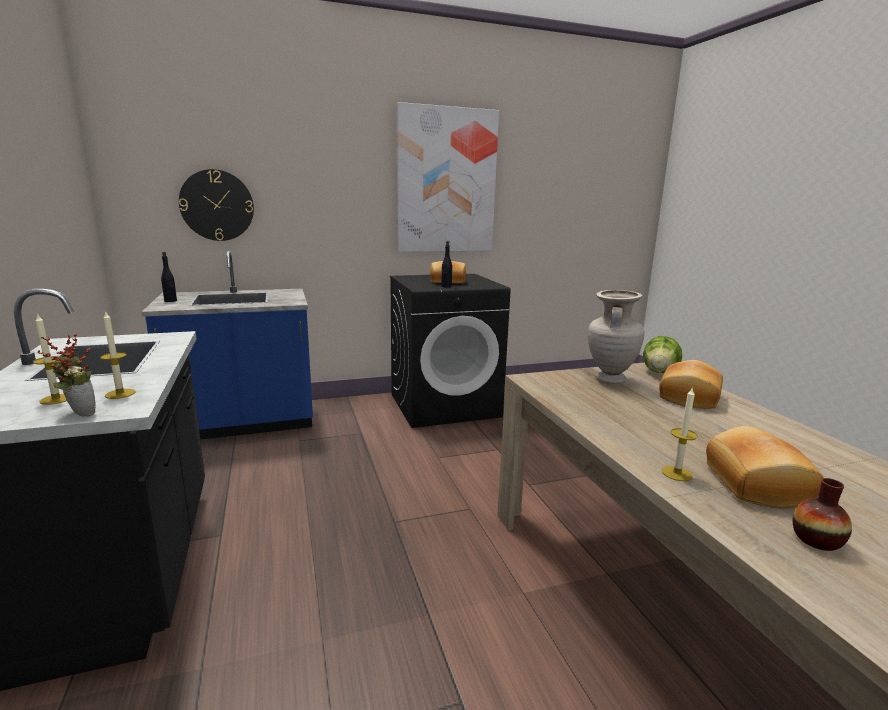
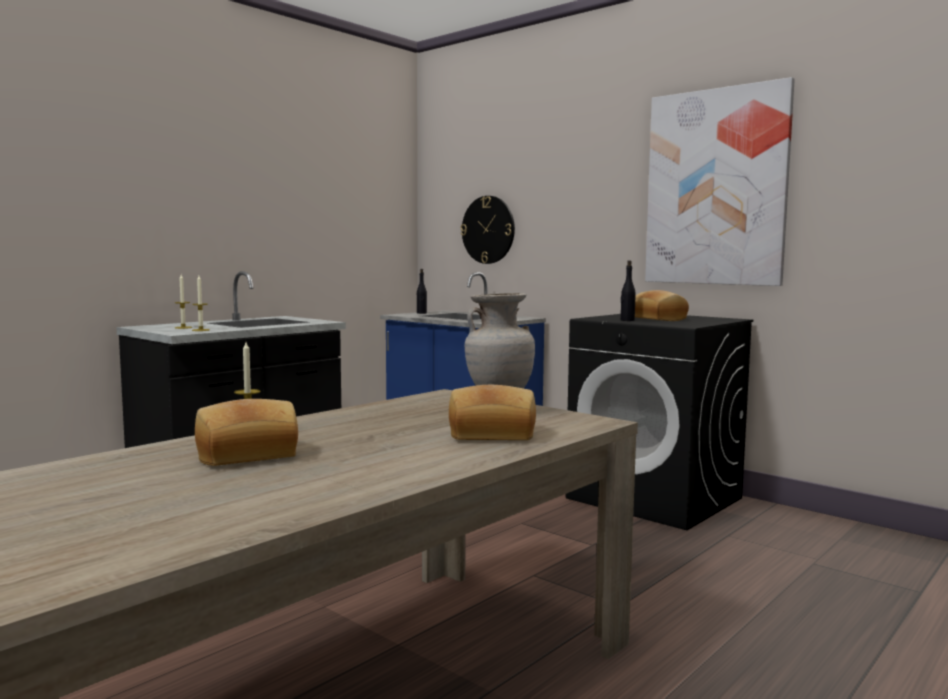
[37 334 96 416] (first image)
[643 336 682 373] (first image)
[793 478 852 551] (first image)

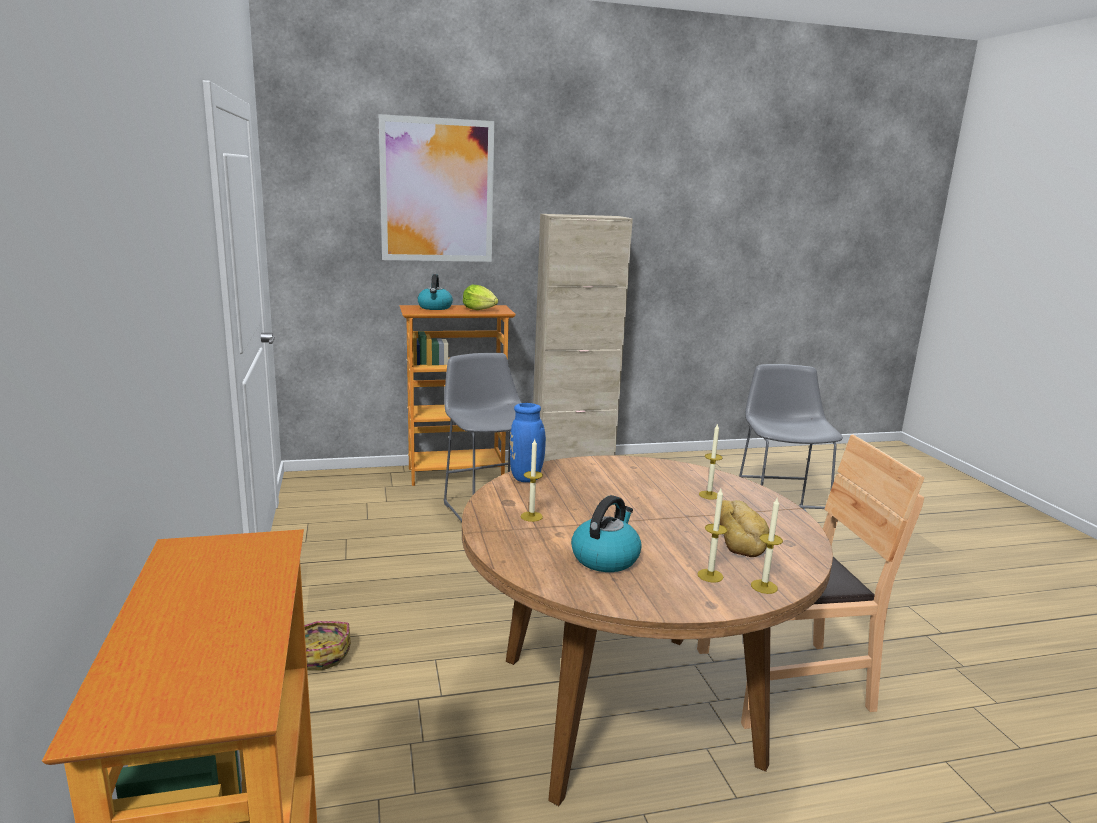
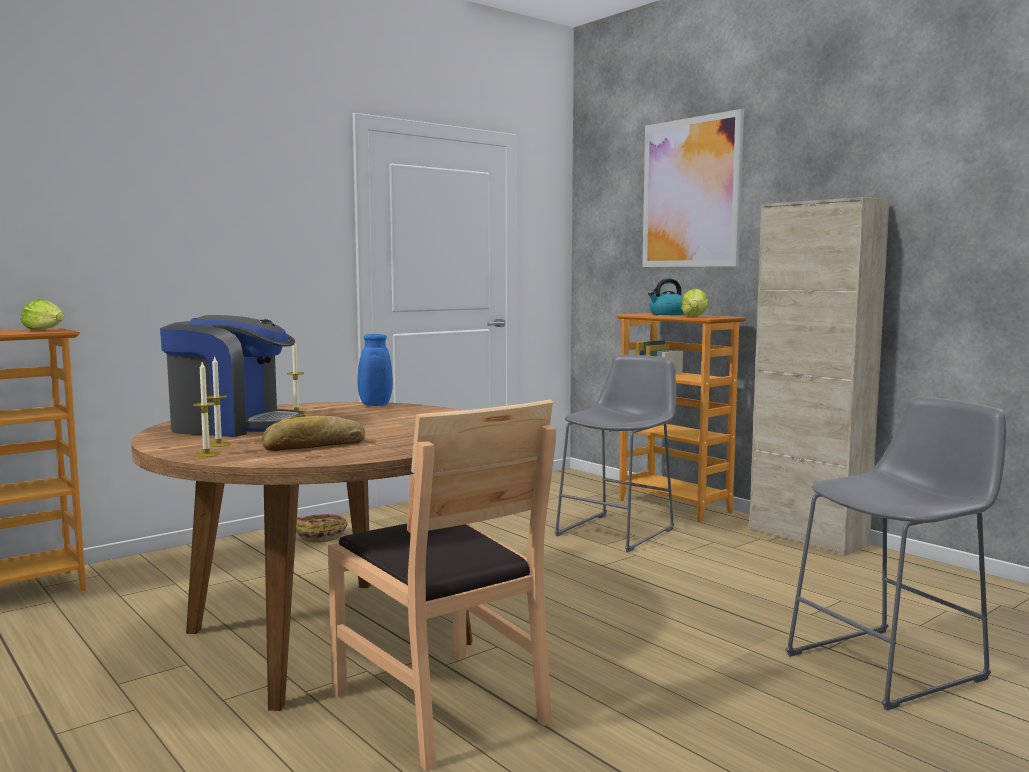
[699 423 723 500] (first image)
[20 299 64 330]
[160 315 303 437]

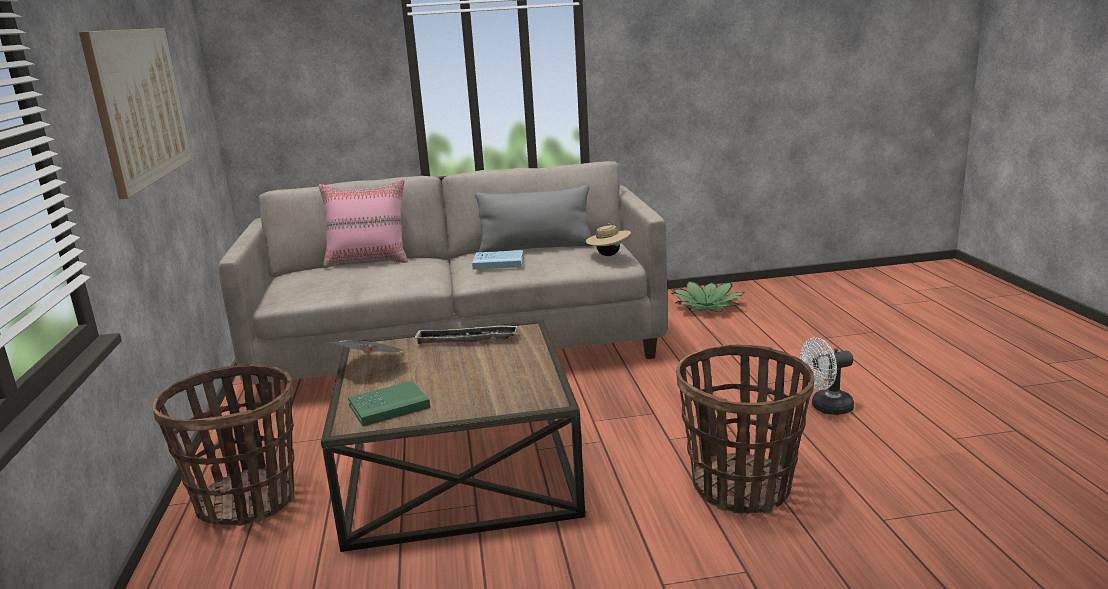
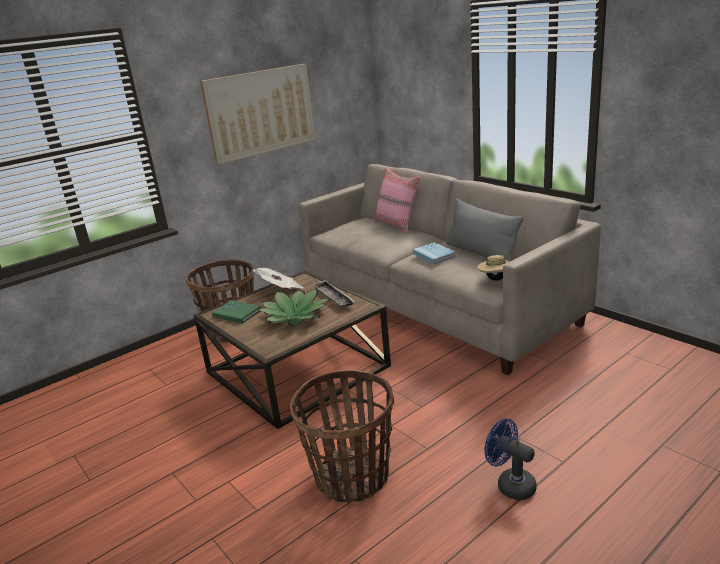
[257 288 330 327]
[484 419 537 500]

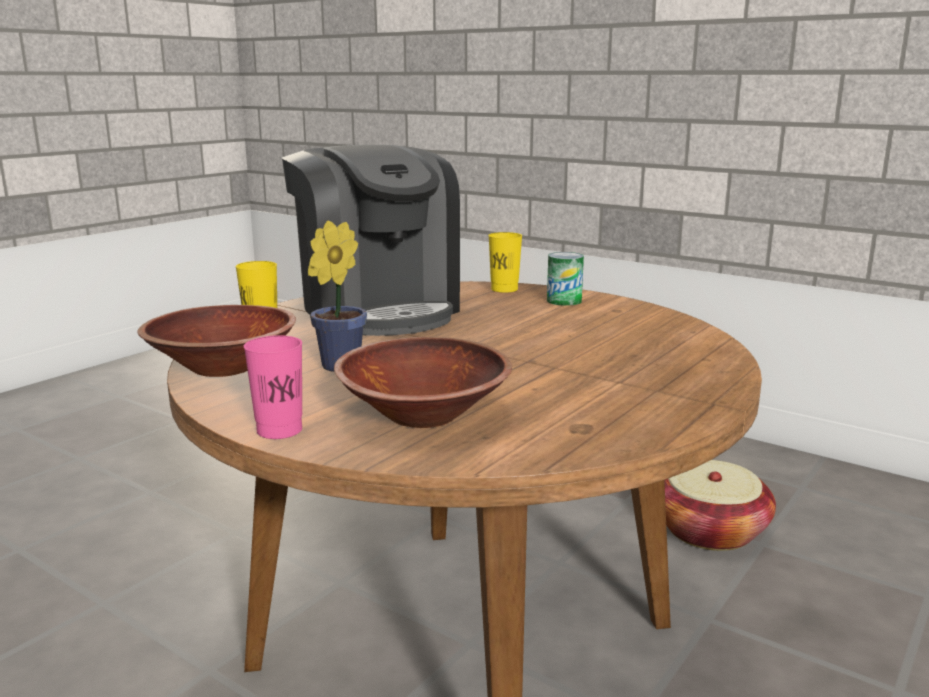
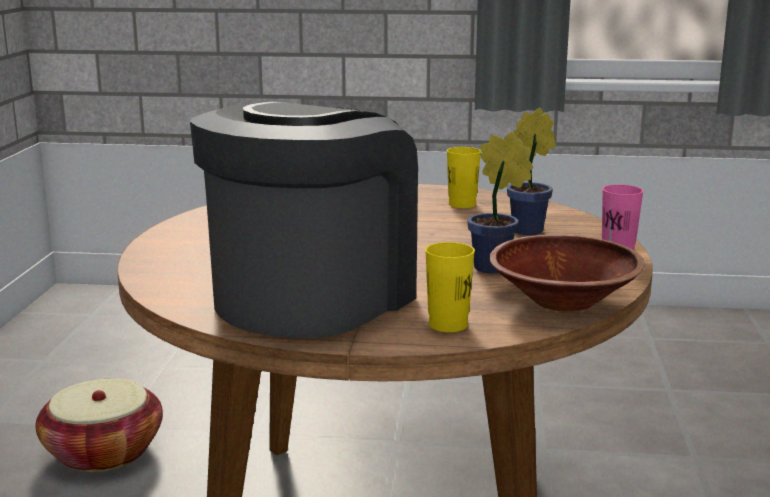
[547 252 584 306] (first image)
[447 147 481 208]
[507 108 556 235]

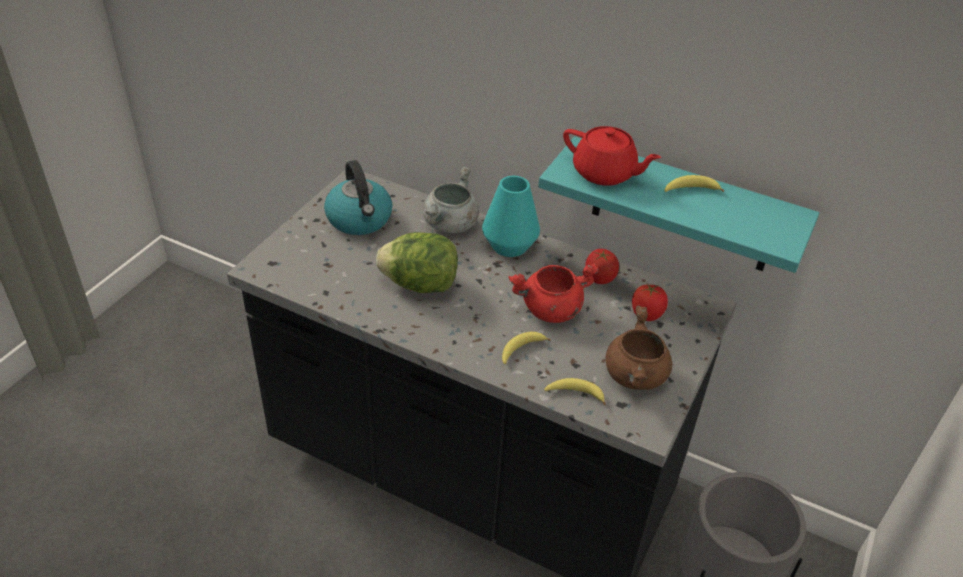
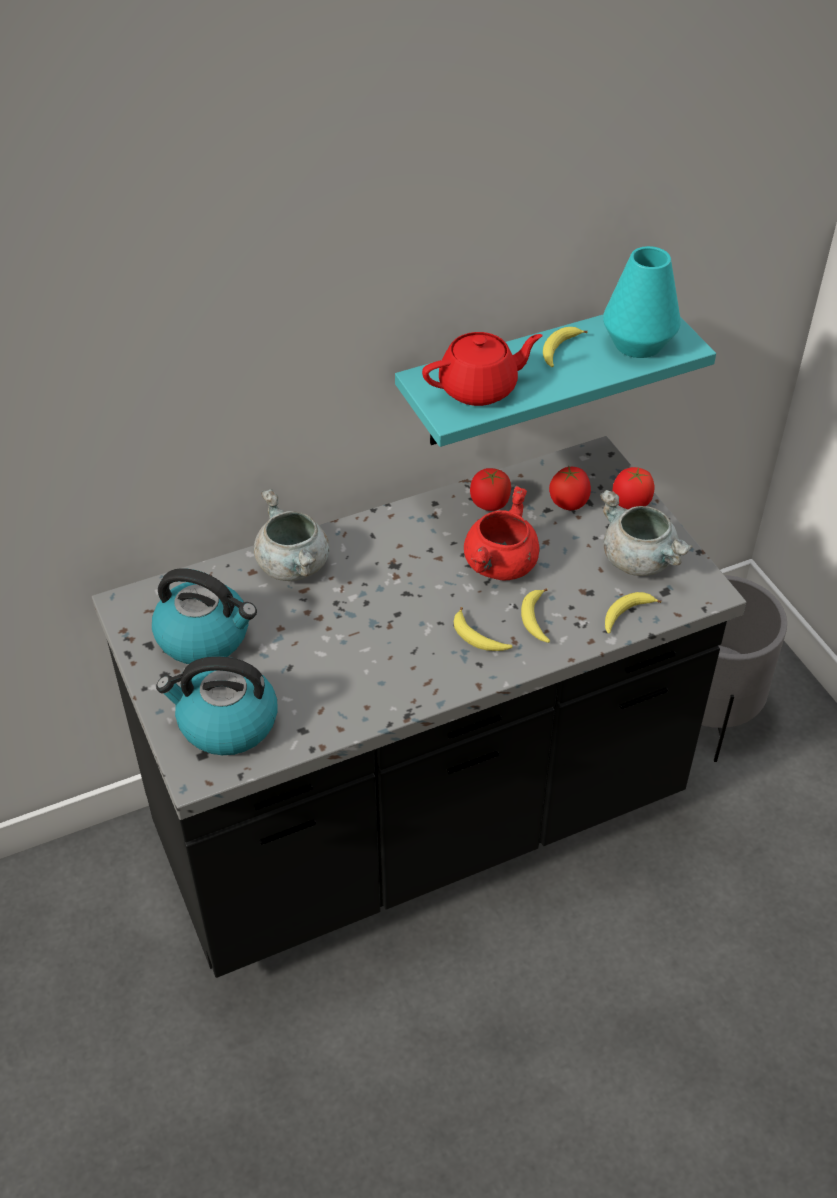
[376 232 458 293] (first image)
[156 656 278 755]
[454 607 513 651]
[612 467 654 509]
[603 246 681 358]
[600 490 693 576]

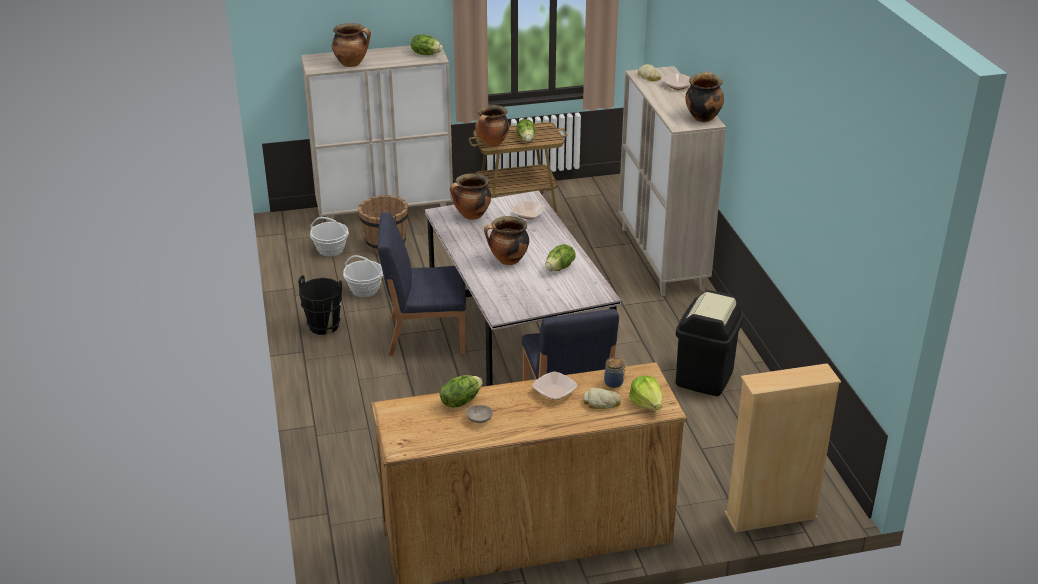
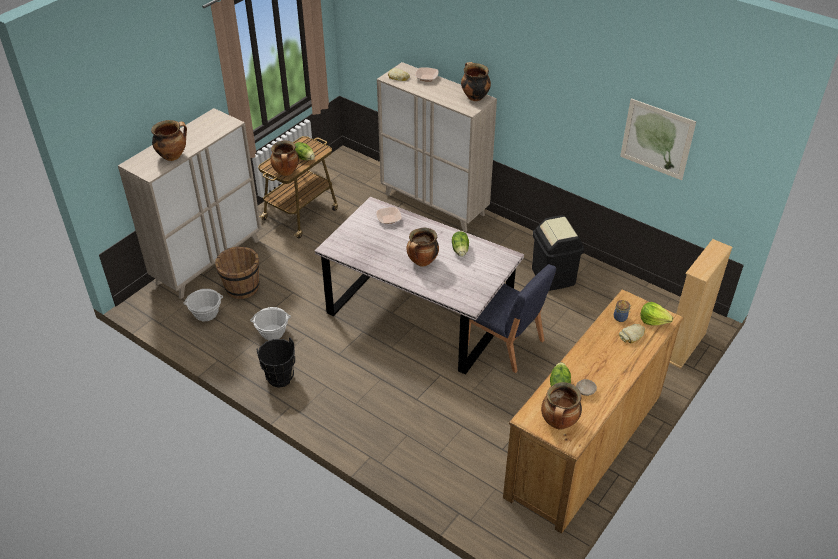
[378 212 466 356] (first image)
[411 35 443 55] (first image)
[532 371 577 400] (first image)
[620 98 696 180]
[541 382 582 429]

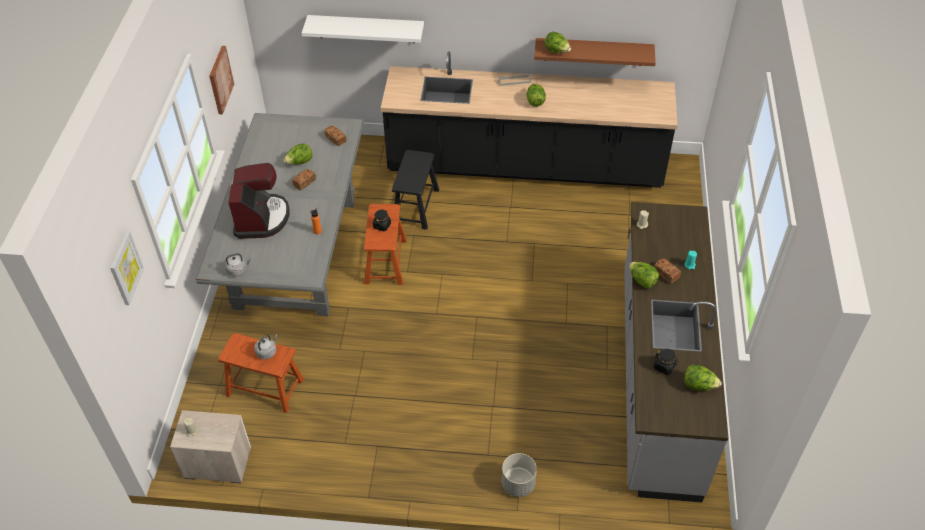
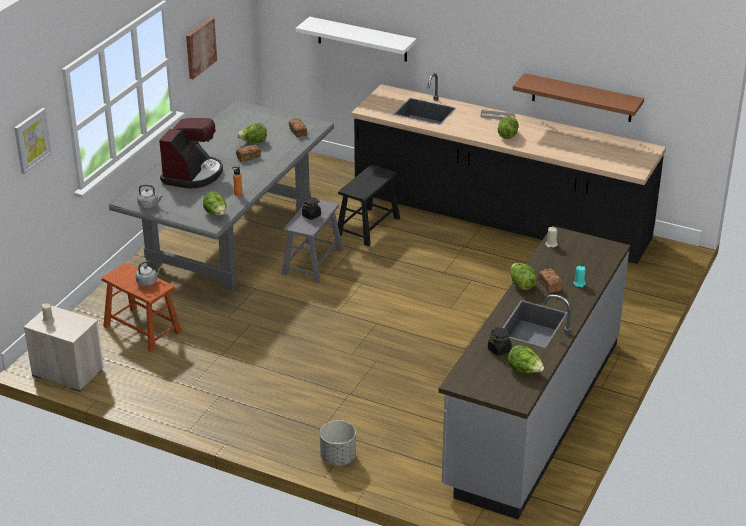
[203 191 226 215]
[281 199 344 283]

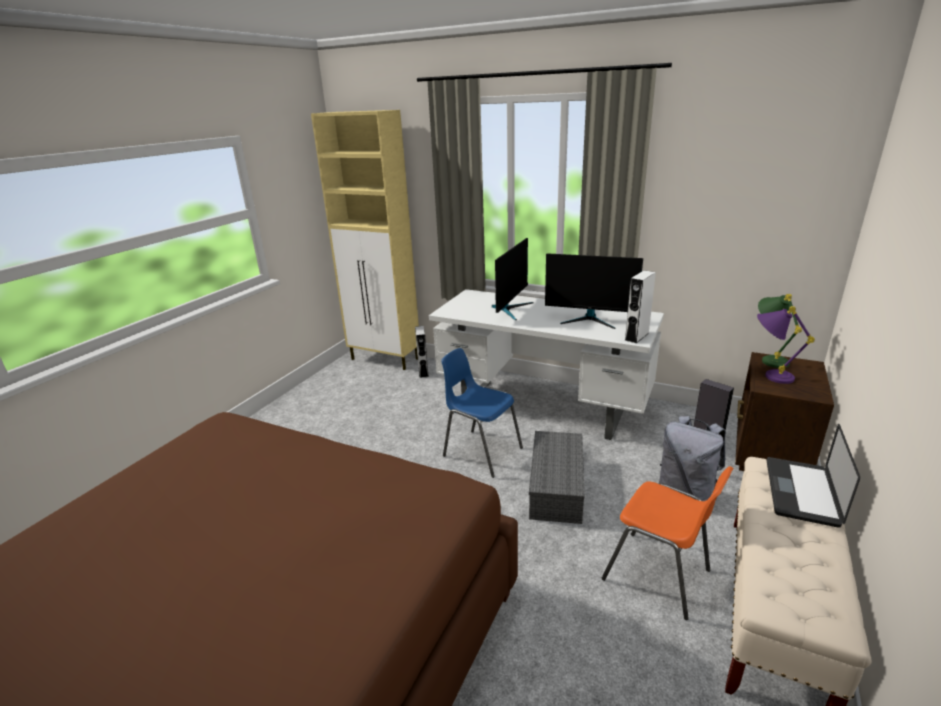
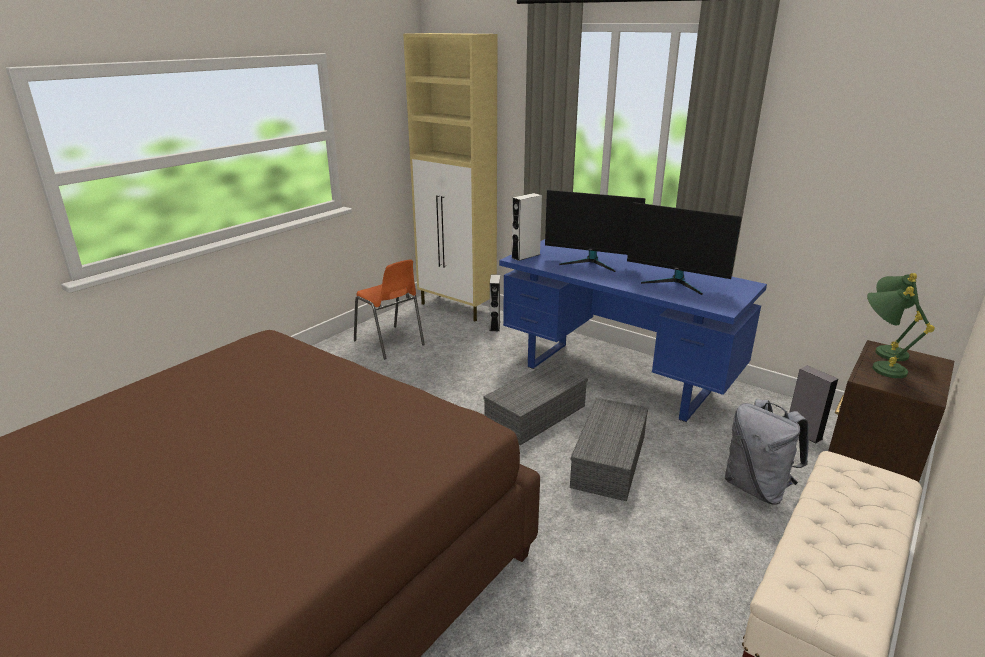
[767 424 860 528] (first image)
[354 260 425 359]
[512 193 542 261]
[484 362 588 445]
[499 239 767 422]
[867 287 935 378]
[545 190 645 272]

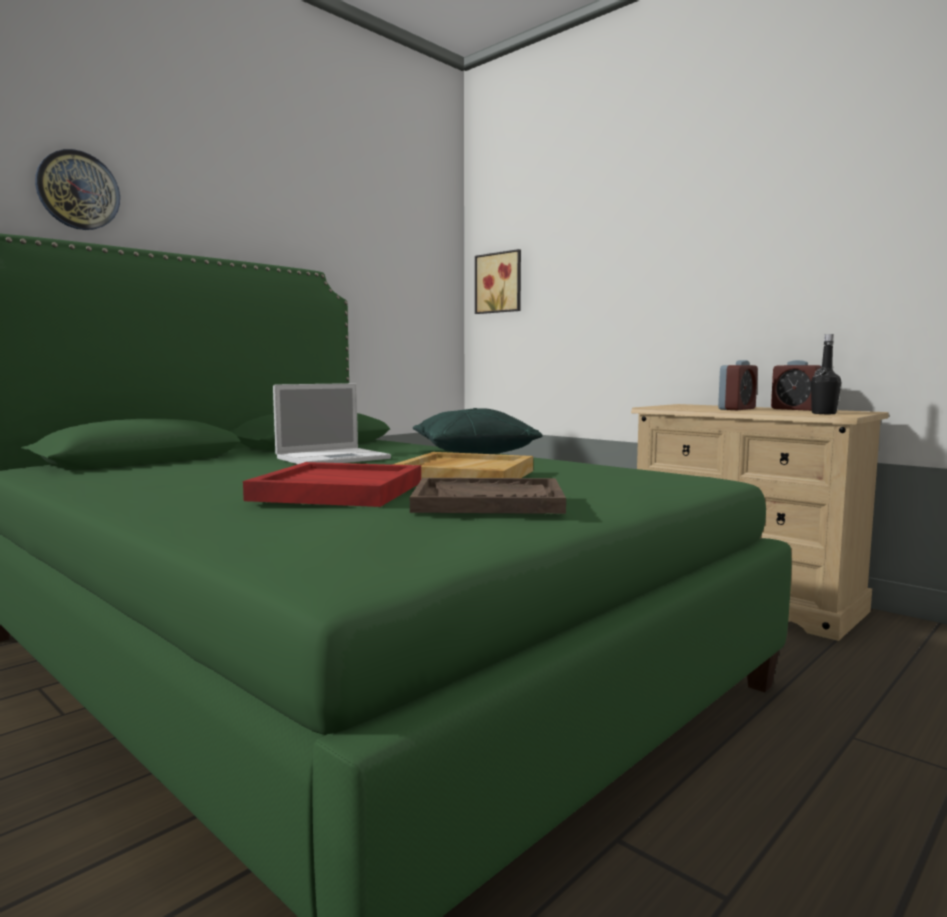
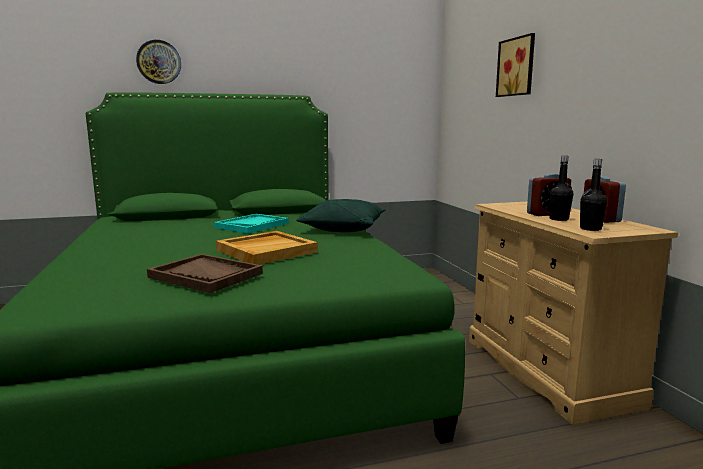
[243 462 421 507] (first image)
[550 155 573 221]
[496 33 535 97]
[214 214 289 234]

